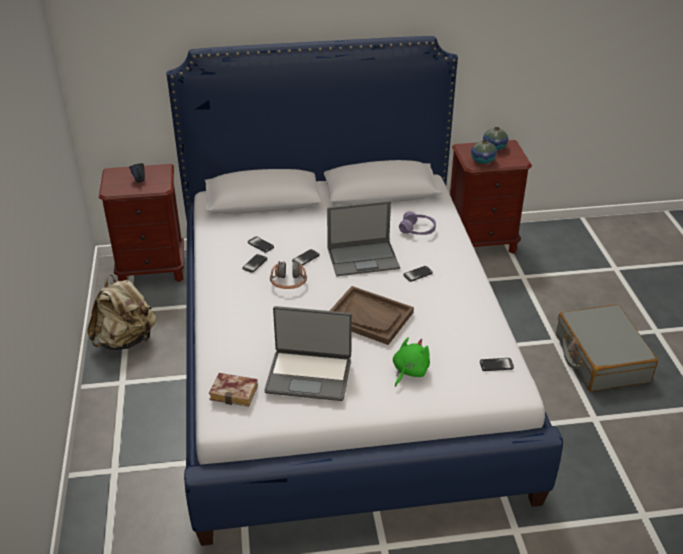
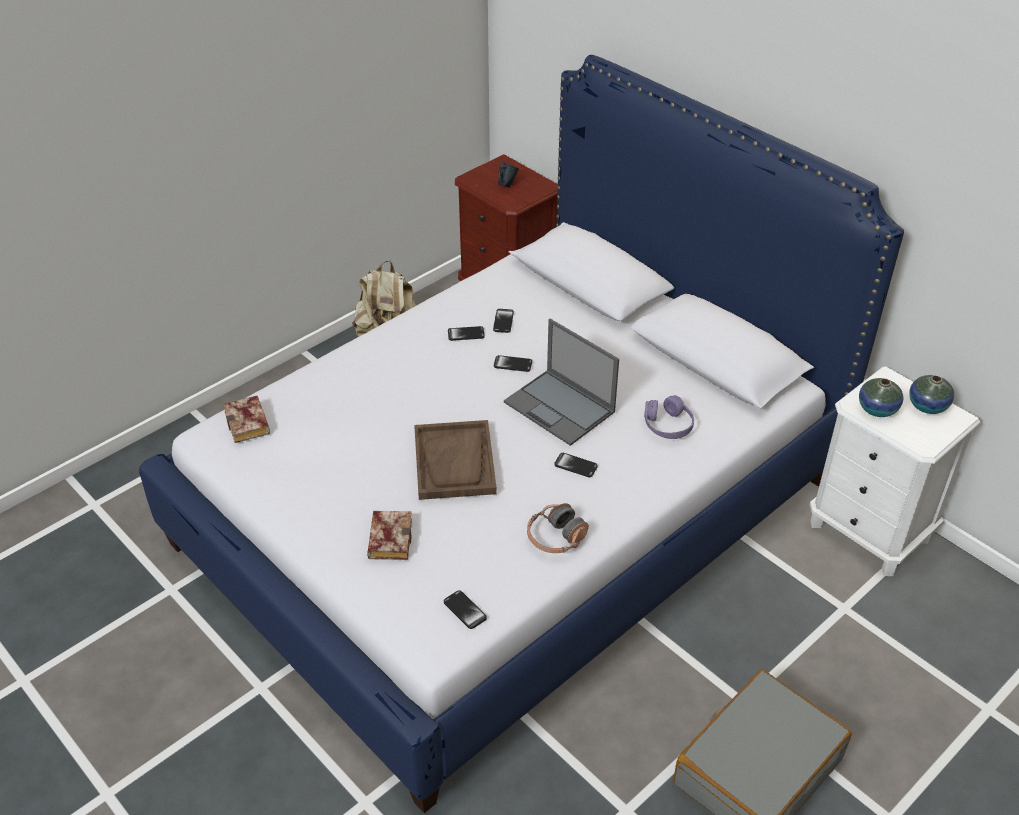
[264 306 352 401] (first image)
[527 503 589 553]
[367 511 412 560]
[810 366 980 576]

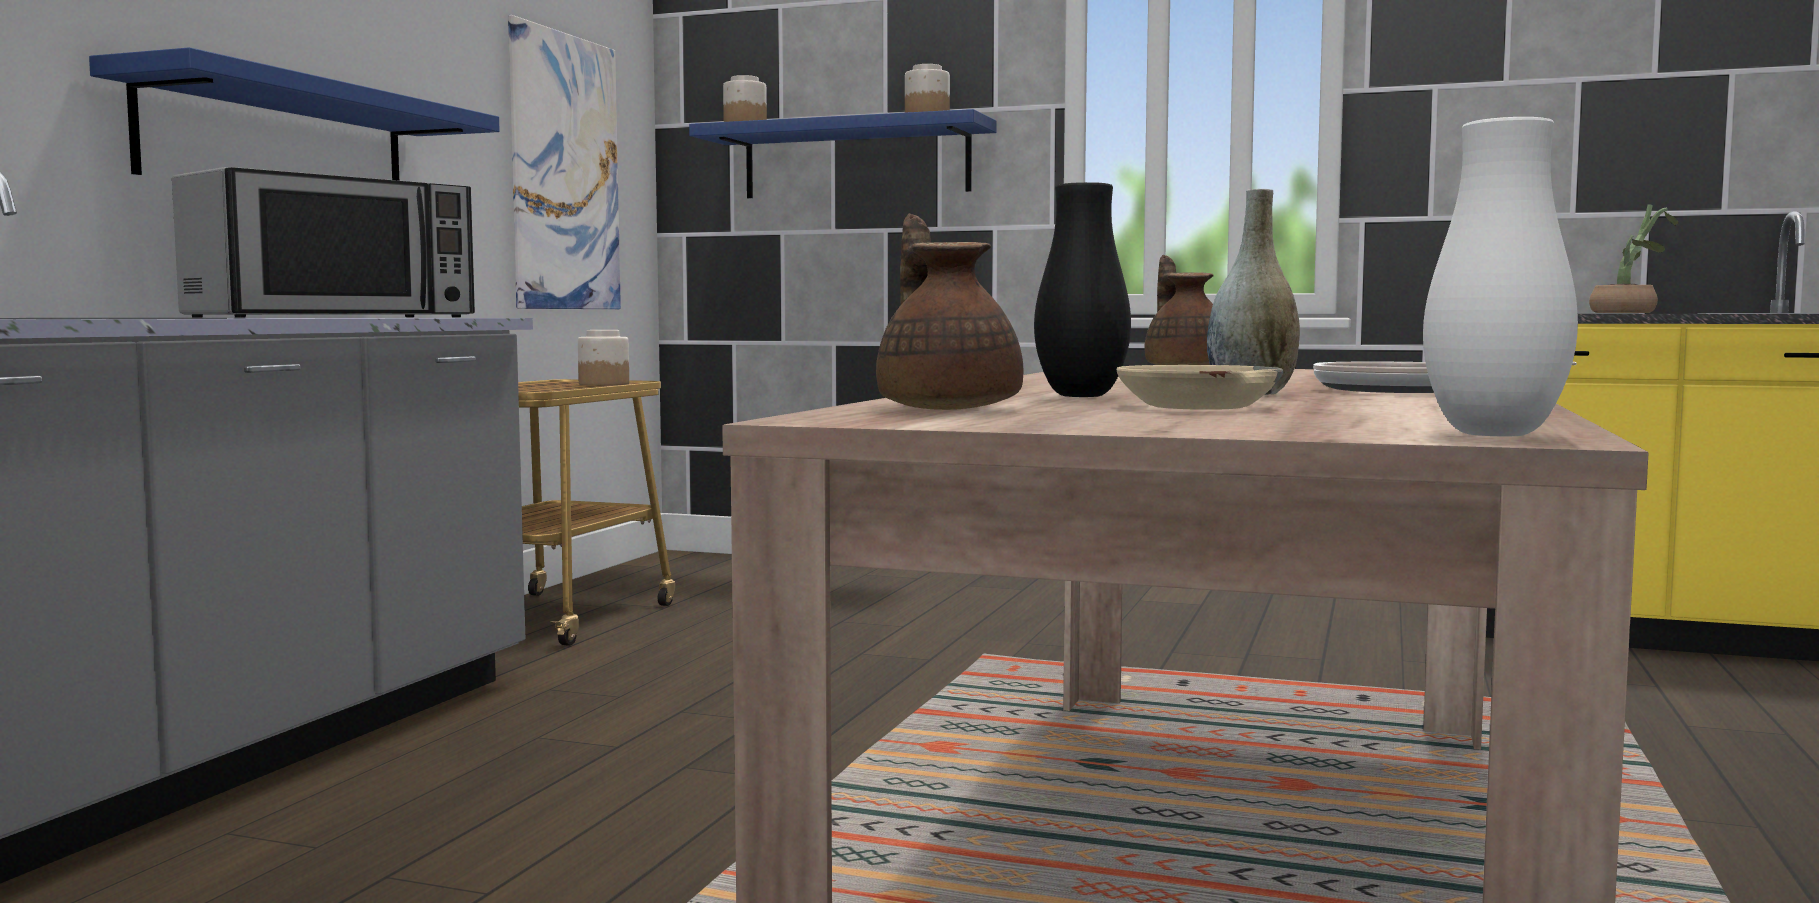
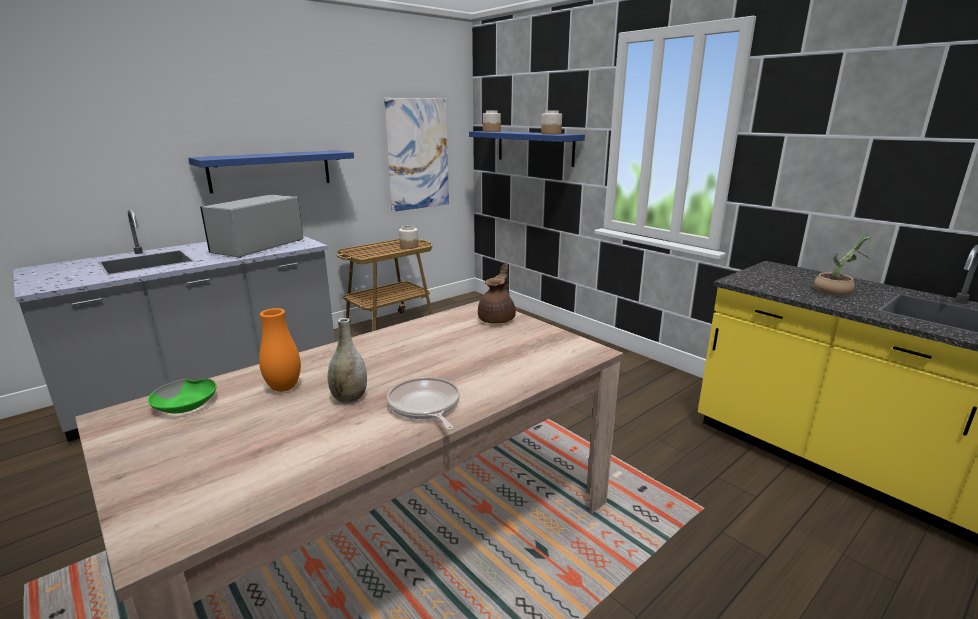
[1116 365 1283 410] (first image)
[1423 117 1578 436] (first image)
[148 379 217 413]
[259 308 301 392]
[200 194 303 258]

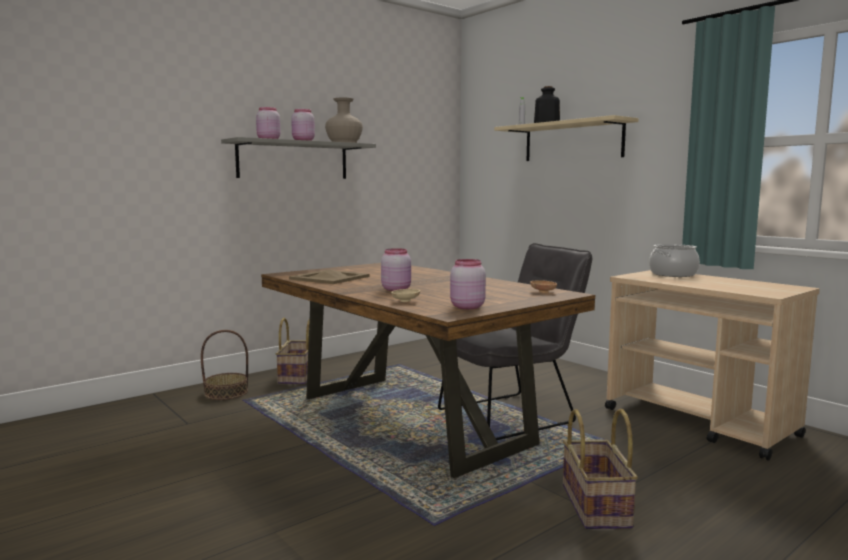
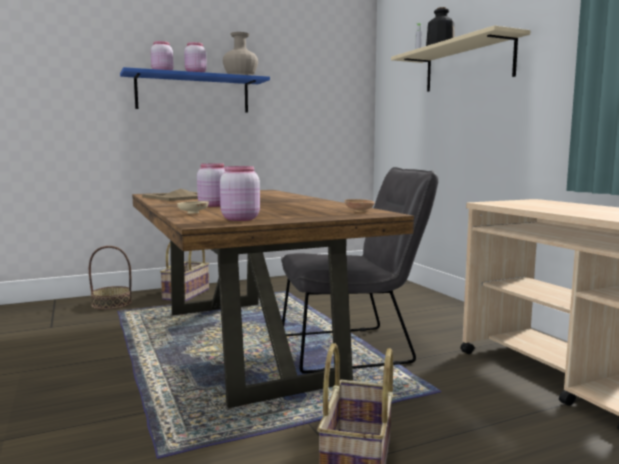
[649 244 700 277] (first image)
[120 67 270 113]

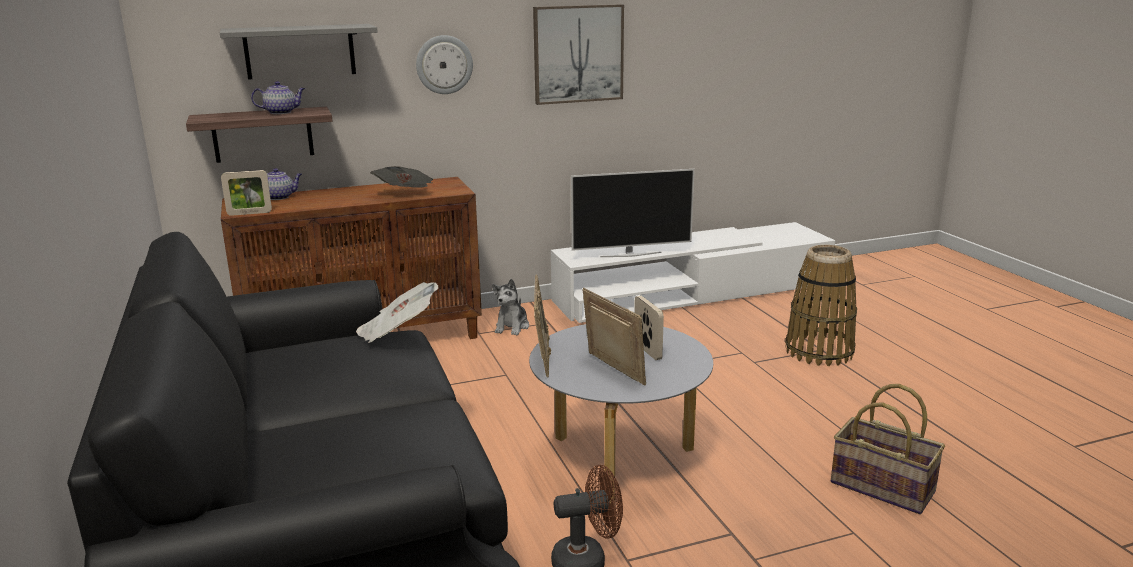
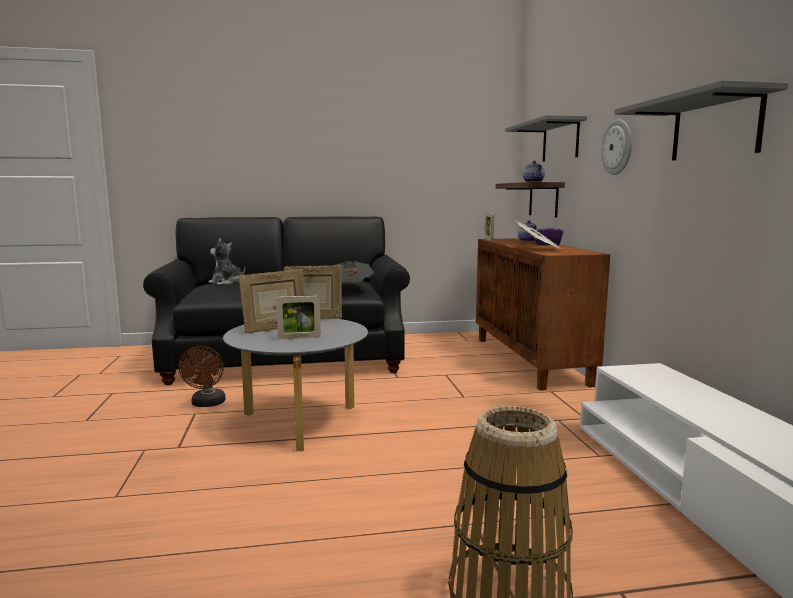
[571 169 695 257] (first image)
[831 384 945 514] (first image)
[535 222 563 245]
[209 238 245 285]
[614 80 788 161]

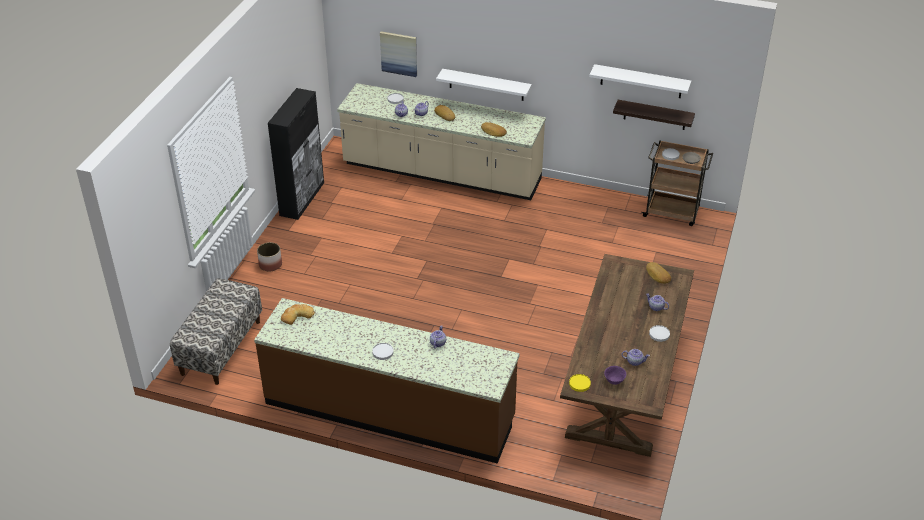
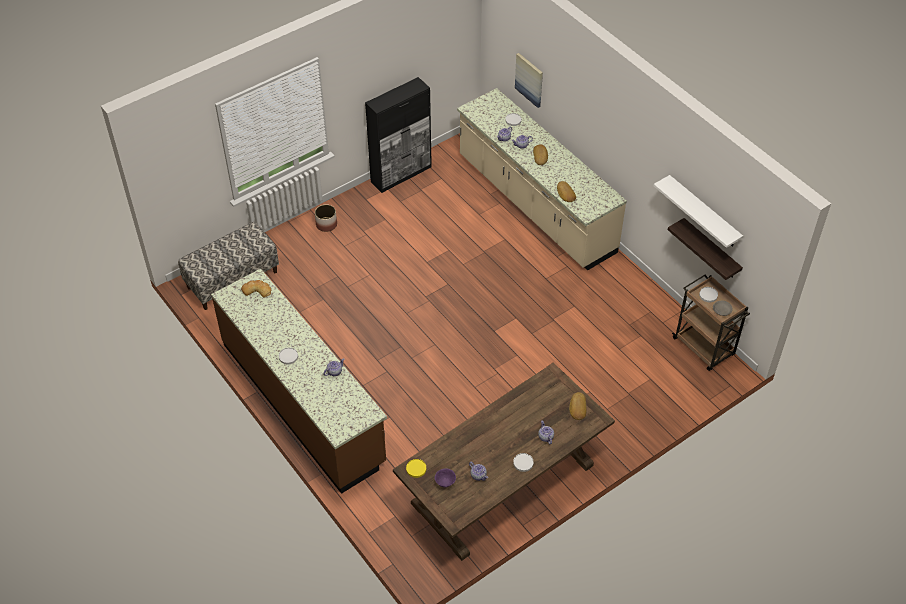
[436 69 532 101] (first image)

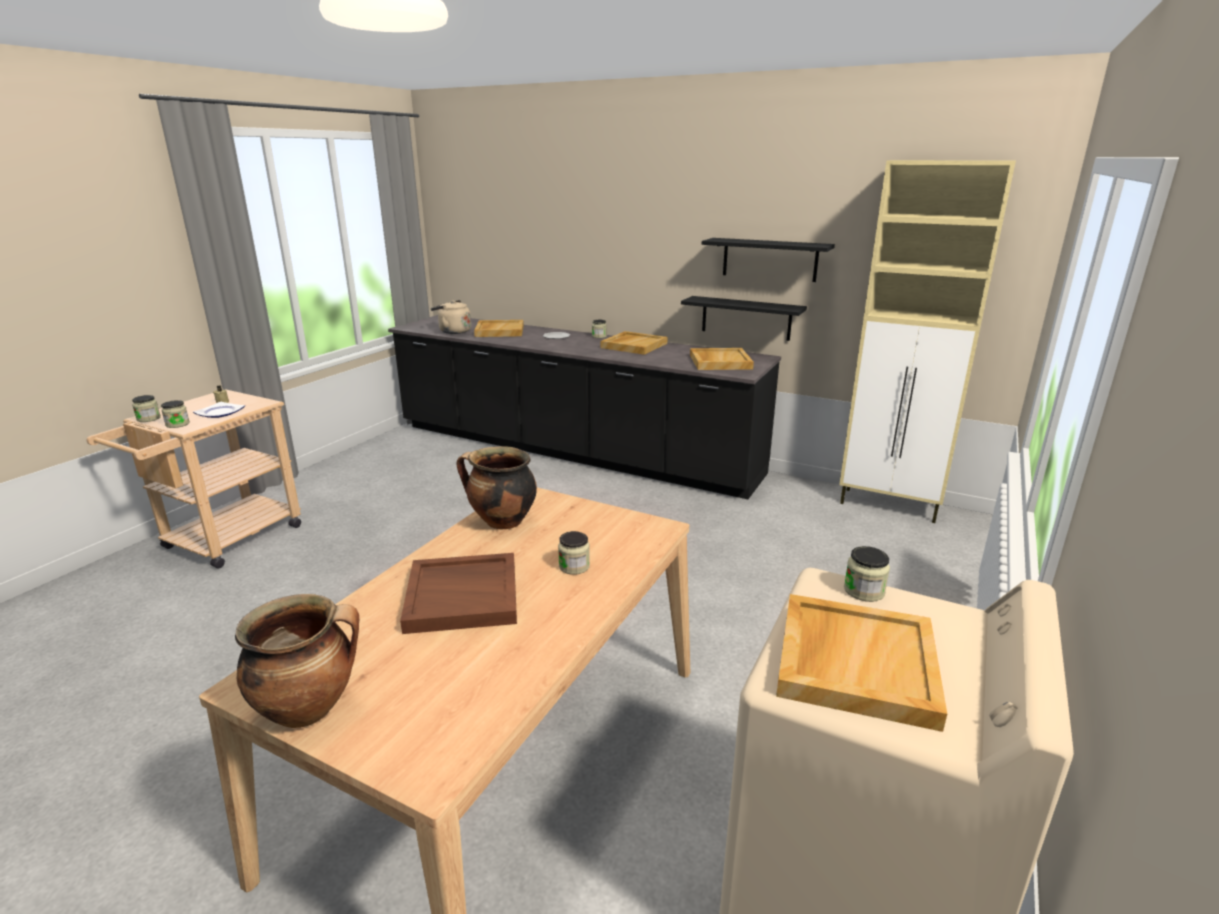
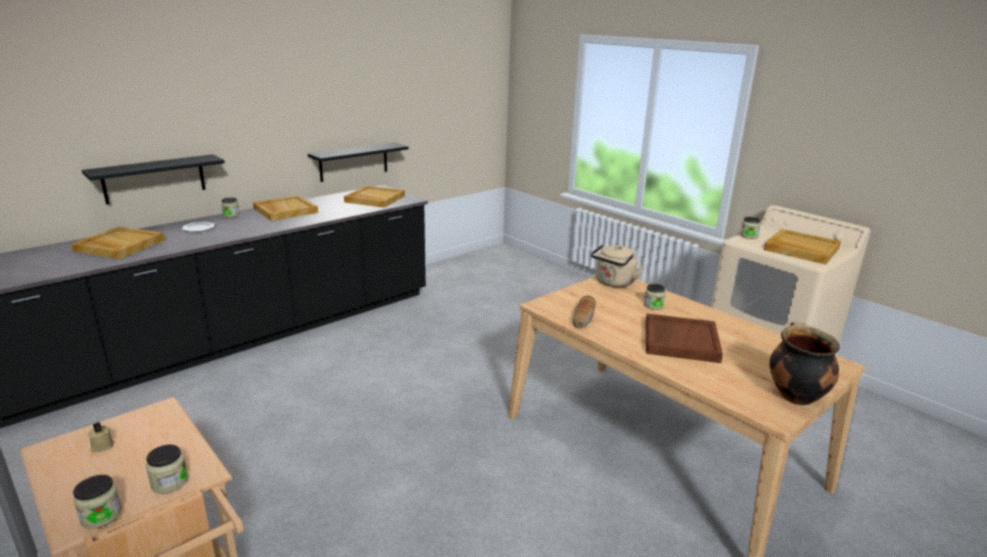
[193 402 245 418] (first image)
[839 160 1016 523] (first image)
[591 244 644 287]
[82 154 225 205]
[572 296 596 328]

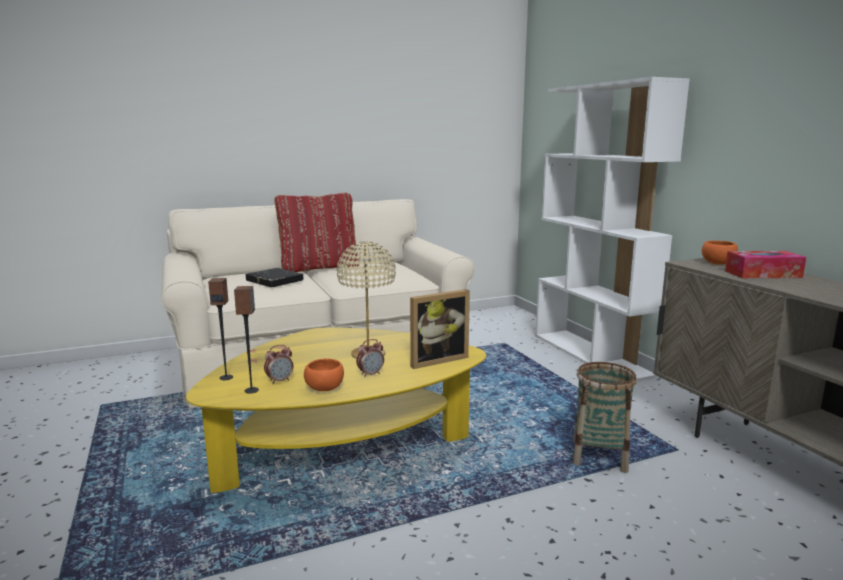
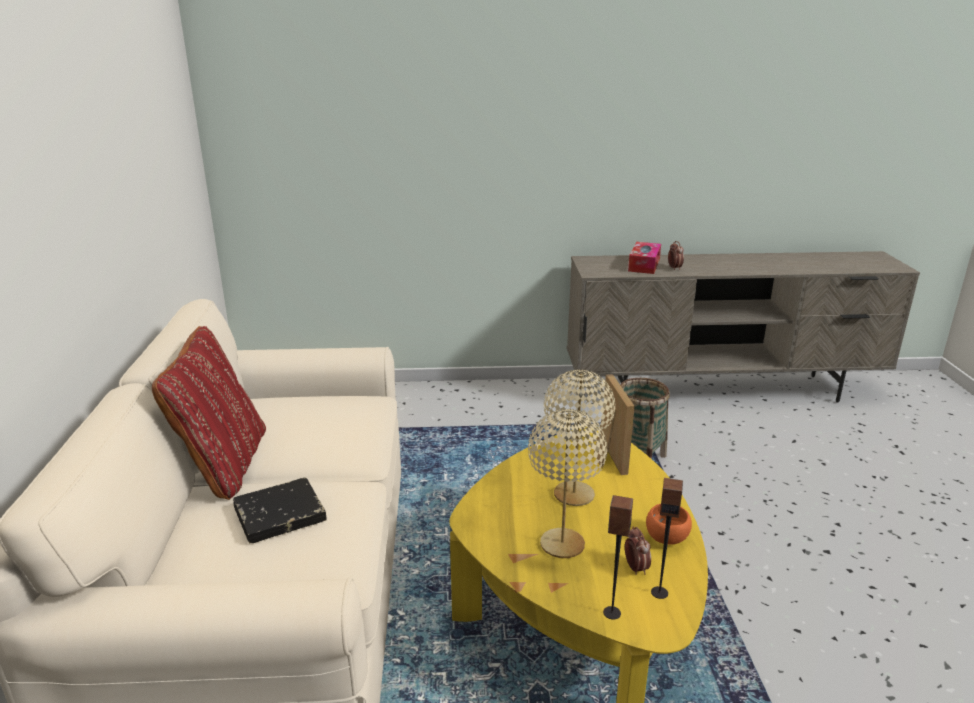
[535 77 690 381] (first image)
[702 241 738 265] (first image)
[528 409 607 558]
[668 241 684 270]

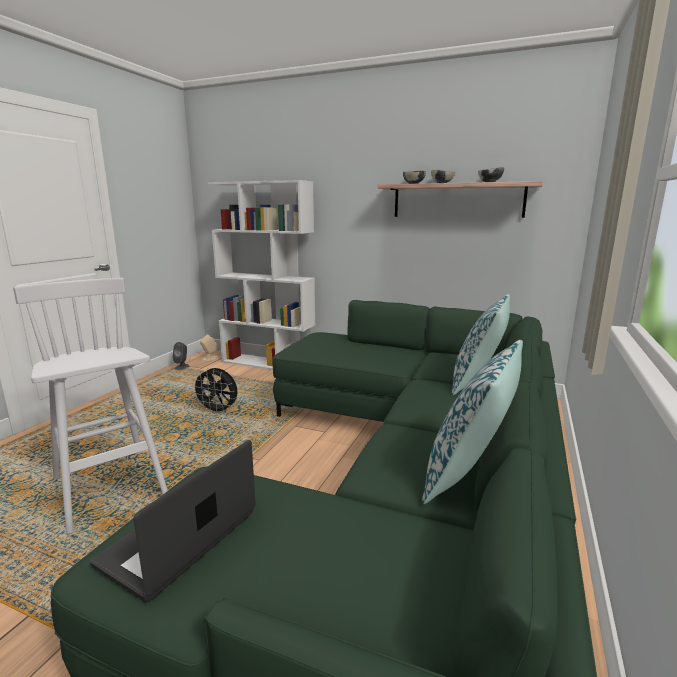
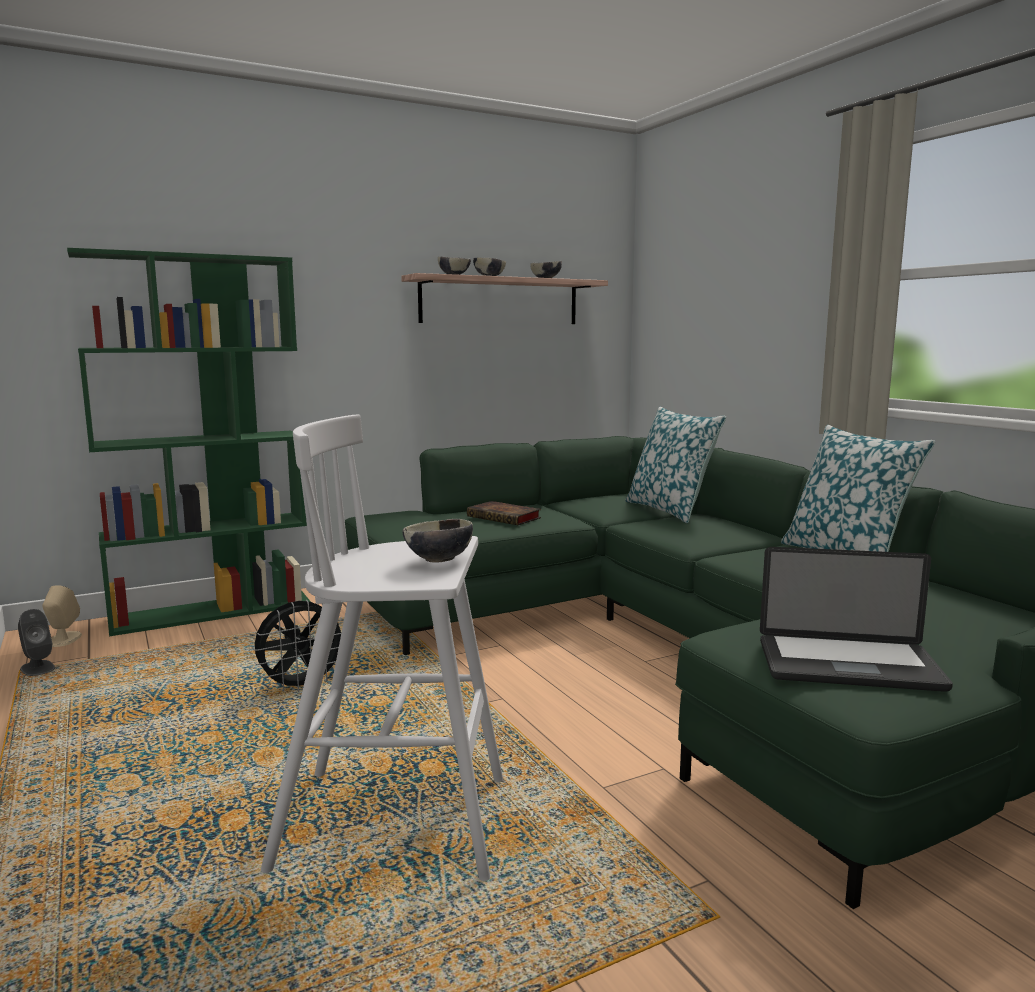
[403 519 473 563]
[467 501 541 525]
[67 248 311 636]
[760 547 953 692]

